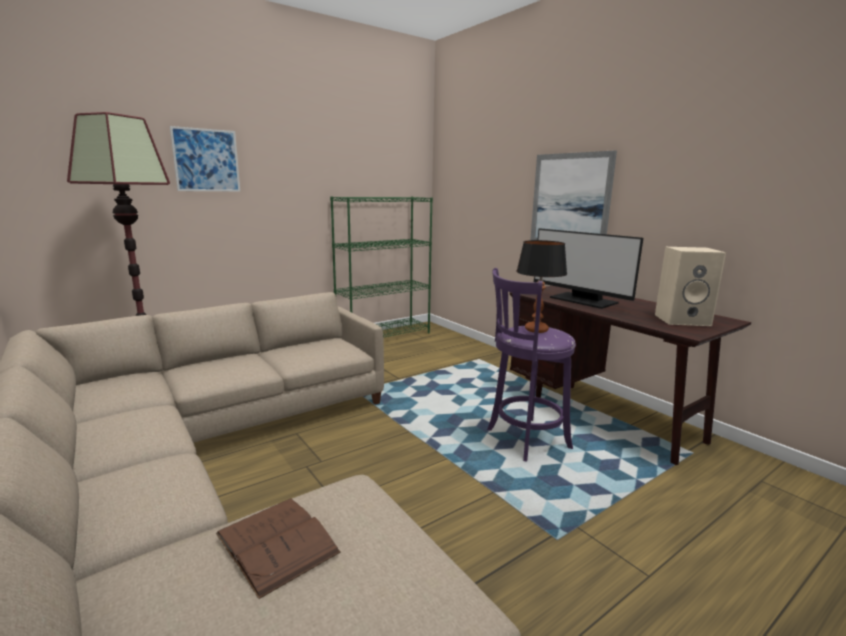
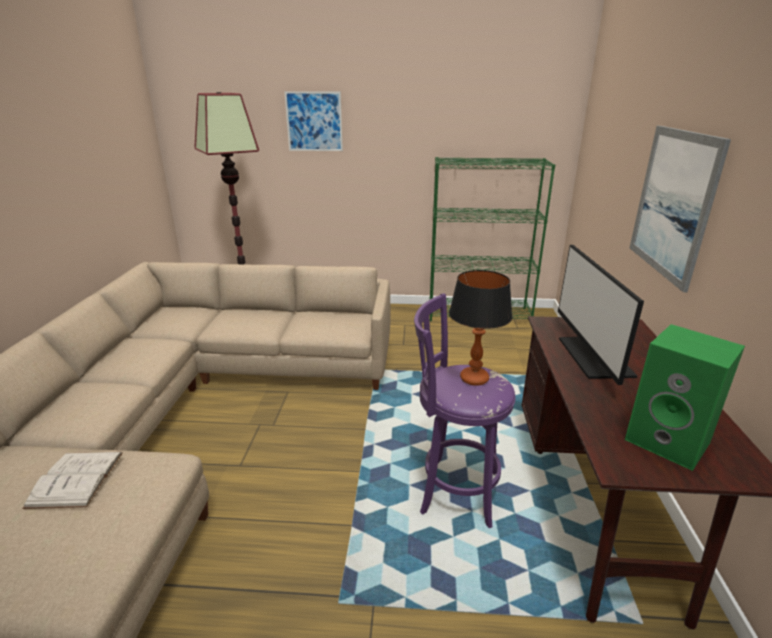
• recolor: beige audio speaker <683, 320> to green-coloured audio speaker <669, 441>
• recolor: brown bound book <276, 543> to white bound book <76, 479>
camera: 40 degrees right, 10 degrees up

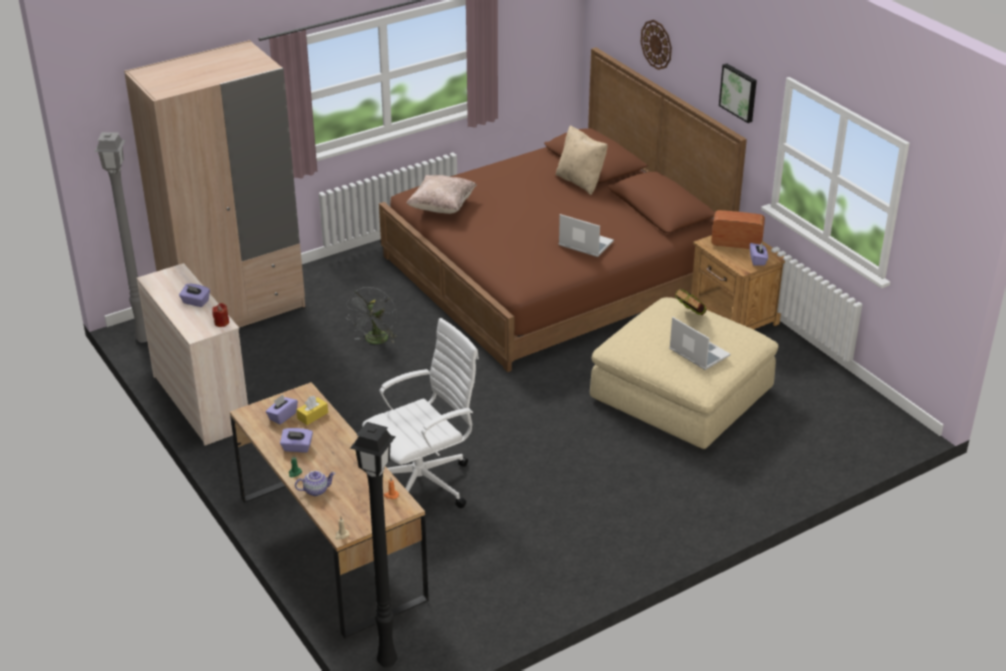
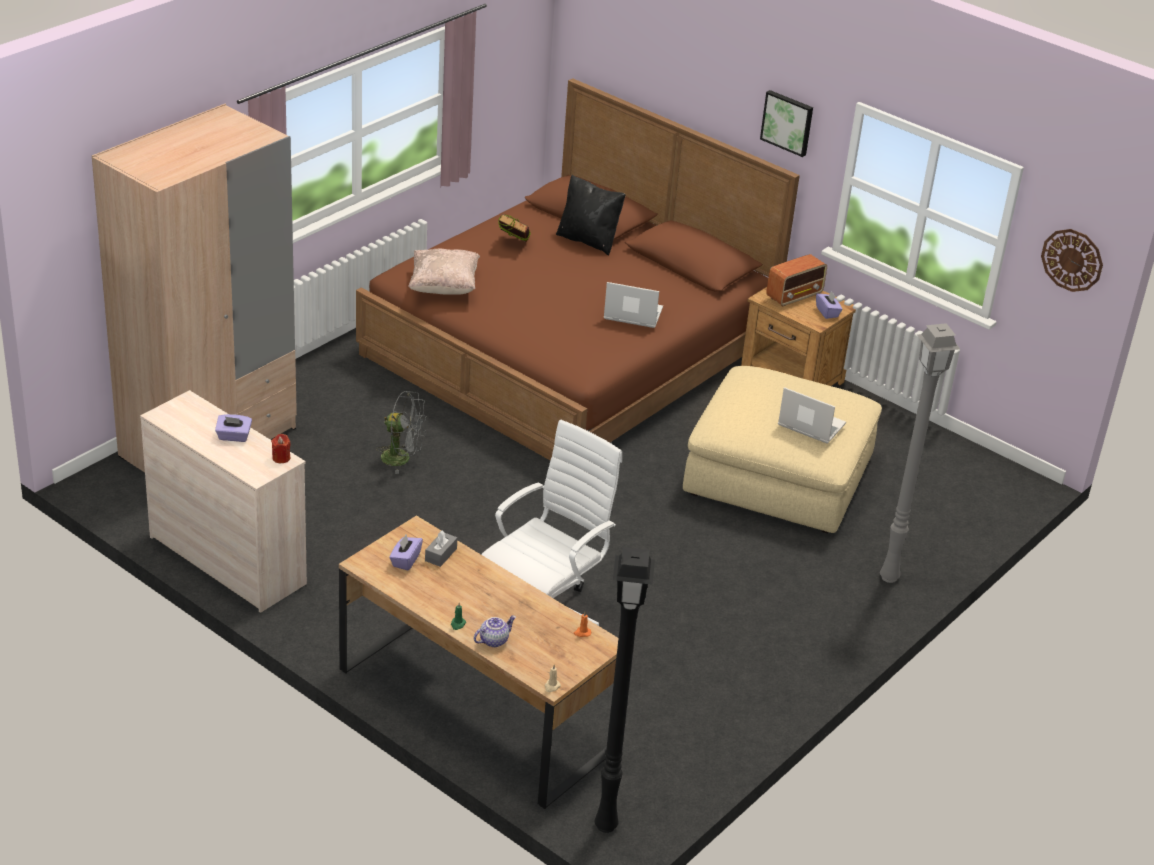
• move: hanging clock <656, 44> to <1072, 260>
• recolor: beige pillow <580, 182> to black pillow <588, 240>
• move: greyish standing lamp <144, 339> to <890, 578>
• rotate: radio <735, 244> = <794, 296> 150 degrees clockwise
• rotate: greyish cooling fan <375, 341> = <402, 459> 75 degrees counterclockwise
• move: bound book <689, 317> to <513, 245>
• recolor: yellow-coloured box of tissues <312, 416> to greyish box of tissues <441, 554>
• delete: purplish box of tissues <297, 448>
camera: 20 degrees left, 0 degrees up

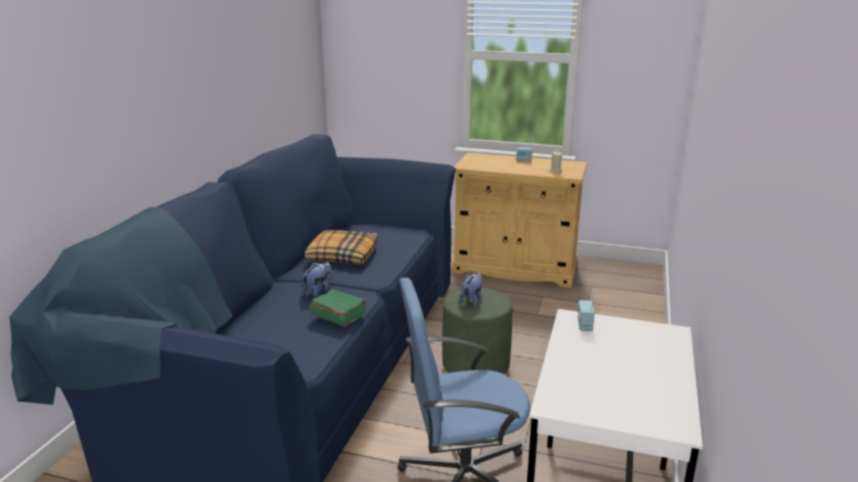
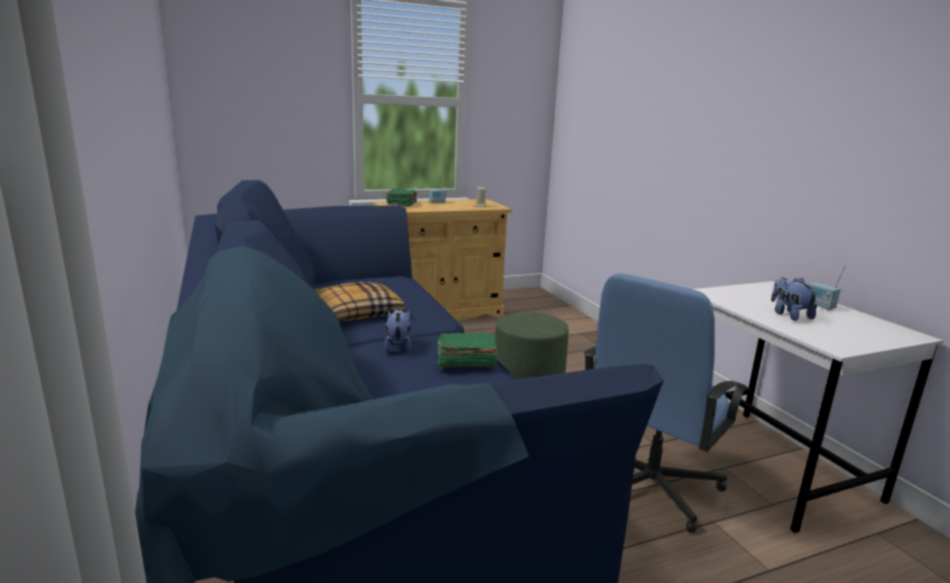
• move: cuddly toy <471, 301> to <789, 315>
• move: radio <583, 325> to <819, 306>
• insert: green-coloured bound book <402, 204>
camera: 40 degrees left, 5 degrees down

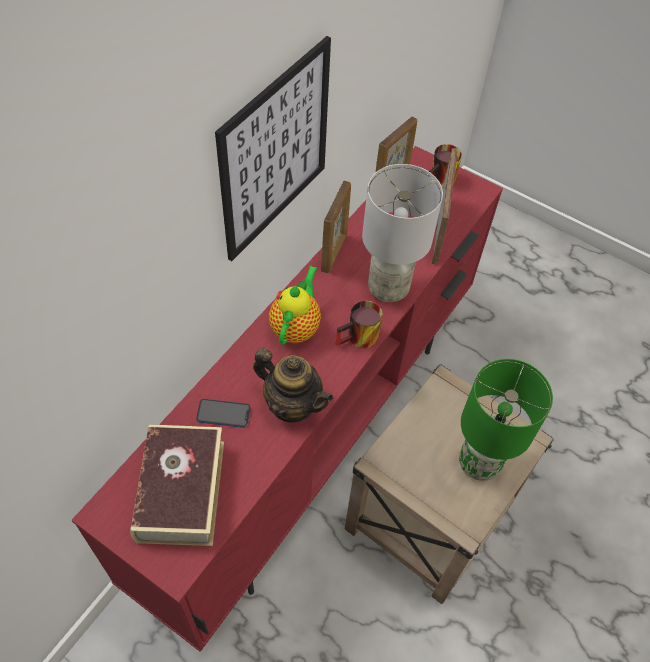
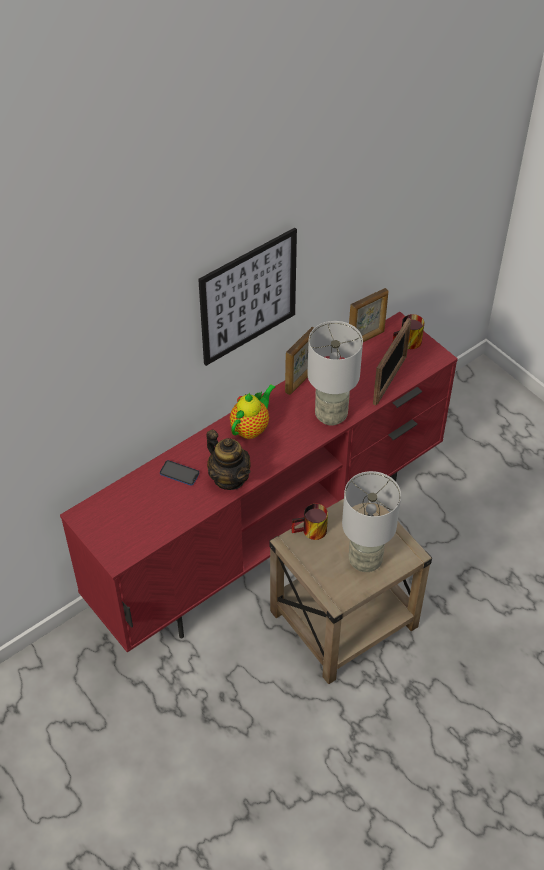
• move: coffee mug <359, 339> to <311, 532>
• recolor: green-coloured table lamp <479, 462> to greyish table lamp <365, 560>
• delete: bound book <181, 490>
camera: 20 degrees right, 5 degrees down

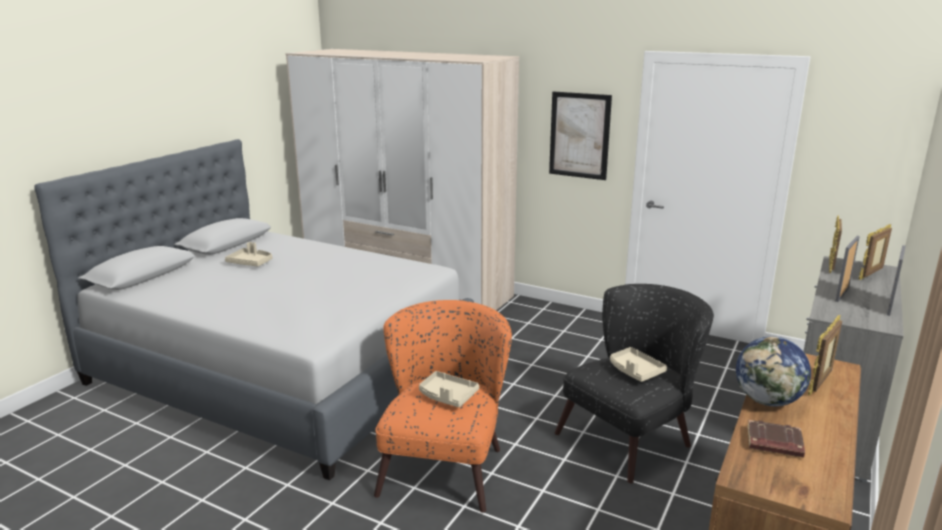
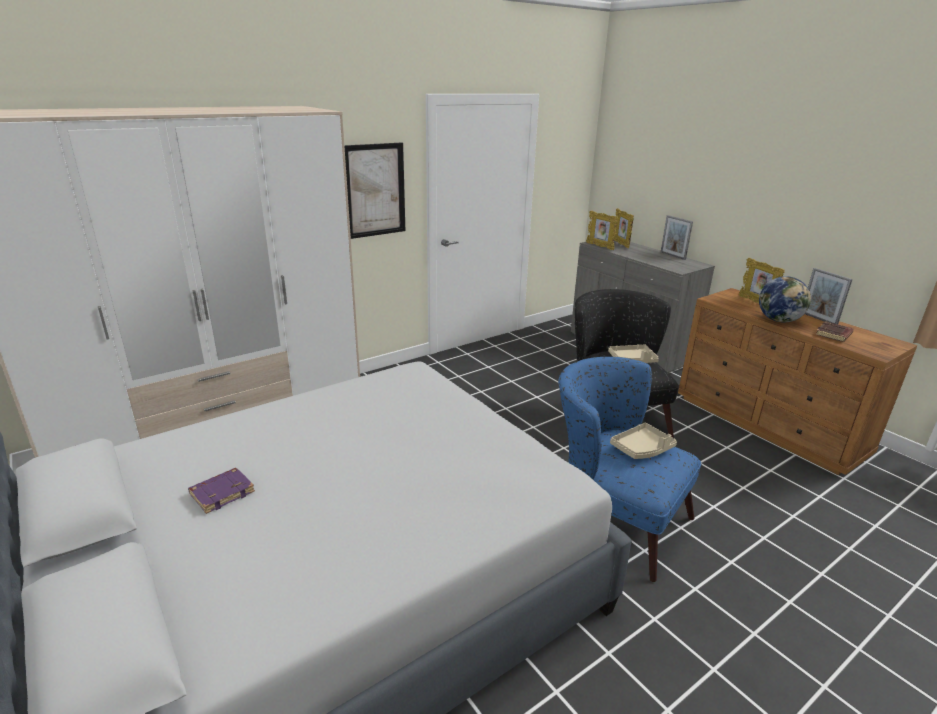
• move: photo frame <842, 294> to <818, 319>
• replace: beige carrying tray <250, 263> to purplish bound book <222, 493>
• recolor: orangey easy chair <446, 463> to blue-coloured easy chair <612, 519>
camera: 65 degrees left, 5 degrees up

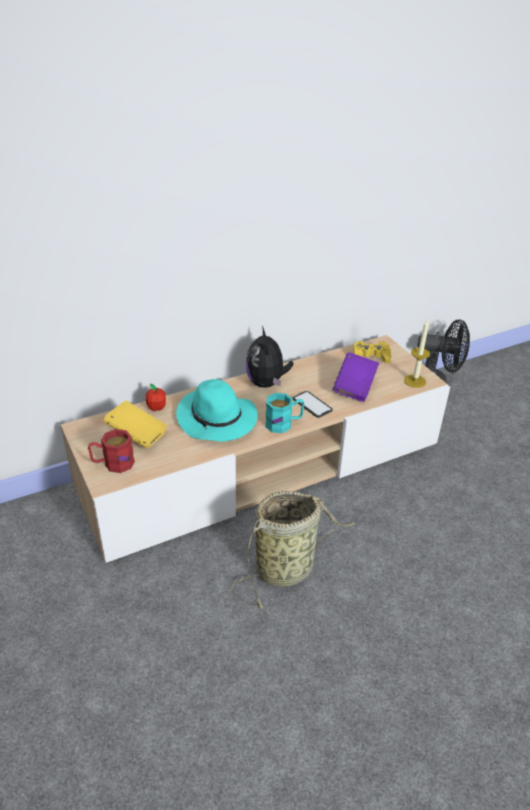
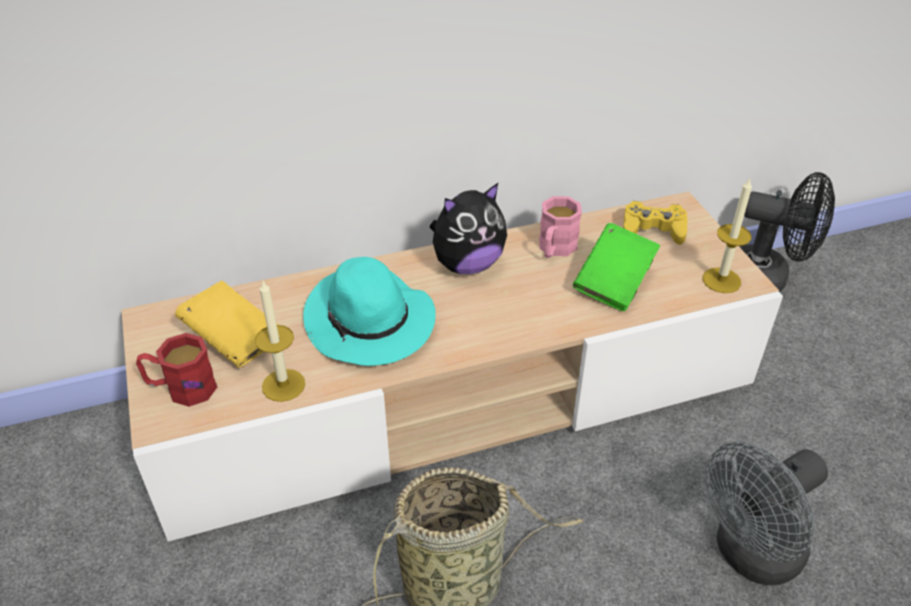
• rotate: cuddly toy <266, 383> = <467, 264> 120 degrees counterclockwise
• recolor: purplish bound book <354, 387> to green-coloured bound book <614, 283>
• delete: apple <156, 407>
• delete: handset <312, 405>
• delete: blue-green coffee mug <284, 424>
• insert: pink-coloured coffee mug <555, 249>
• insert: wax candle <283, 385>
• insert: greyish cooling fan <749, 555>
camera: 10 degrees right, 5 degrees up

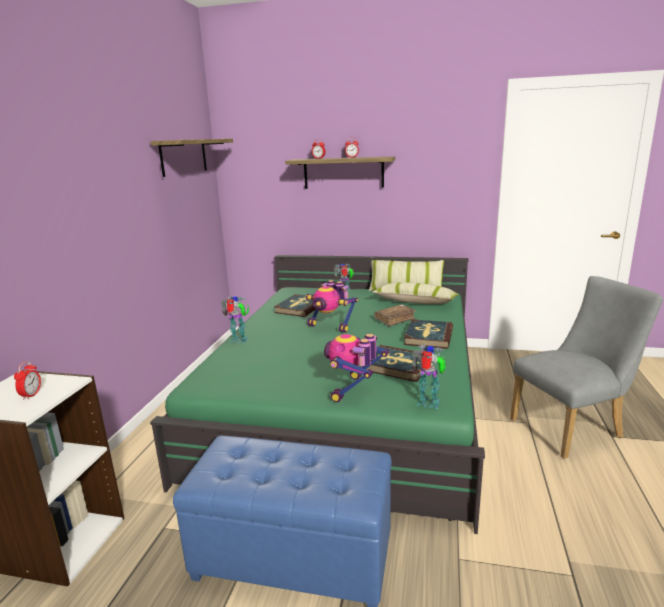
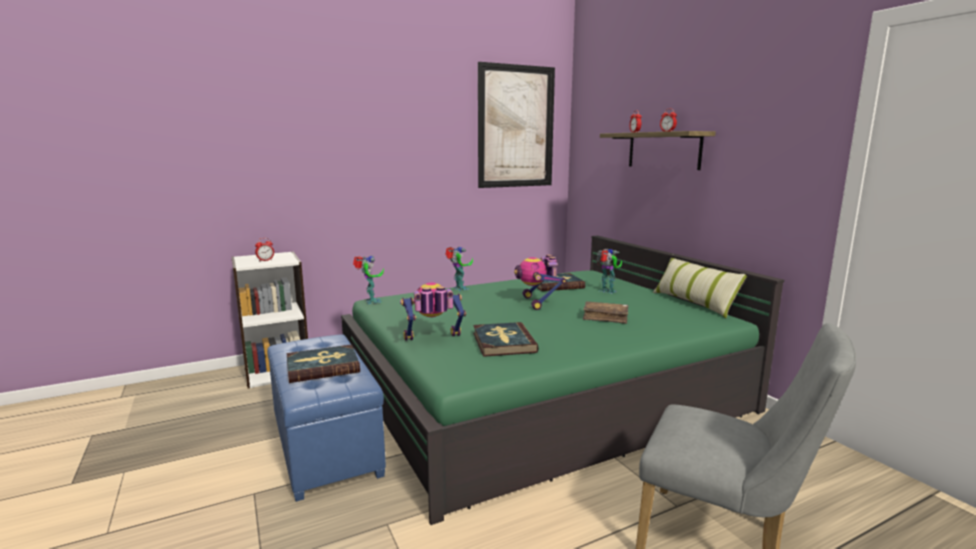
• replace: bracket shelf <184, 156> to wall picture <516, 127>
• delete: pillow <415, 302>
• move: bound book <428, 336> to <322, 367>
• move: toy robot <429, 404> to <371, 301>
camera: 50 degrees right, 5 degrees down

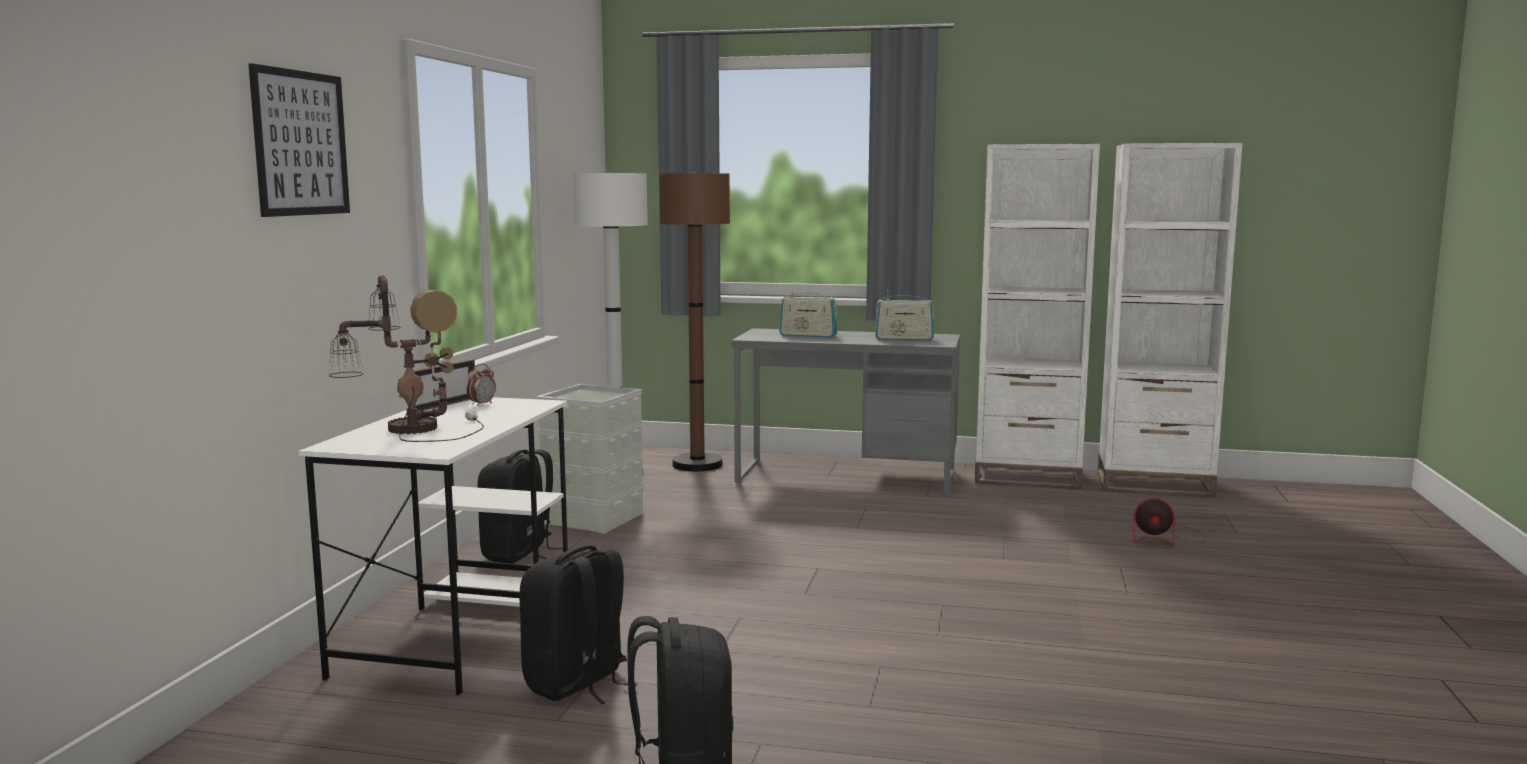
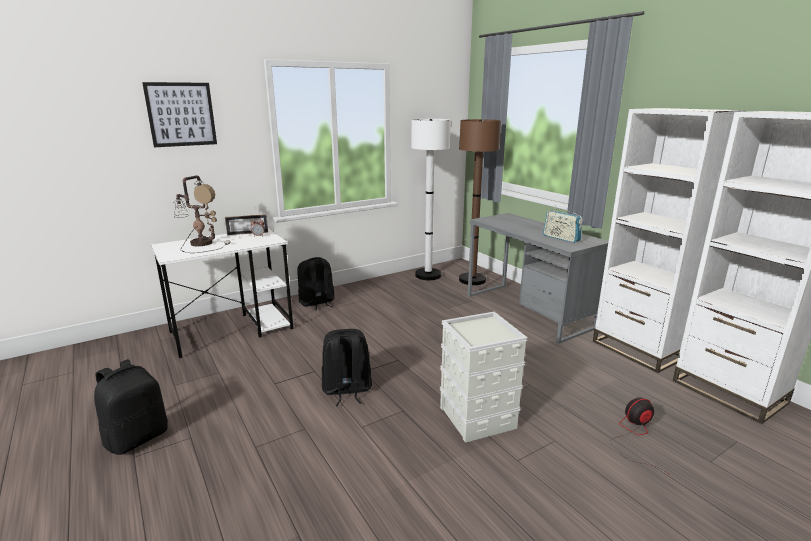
• delete: radio <808, 335>
• move: greyish storage container <595, 518> to <478, 418>
• rotate: cooling fan <1165, 538> = <635, 437> 105 degrees clockwise
• move: black backpack <577, 684> to <346, 390>
camera: 45 degrees right, 10 degrees up

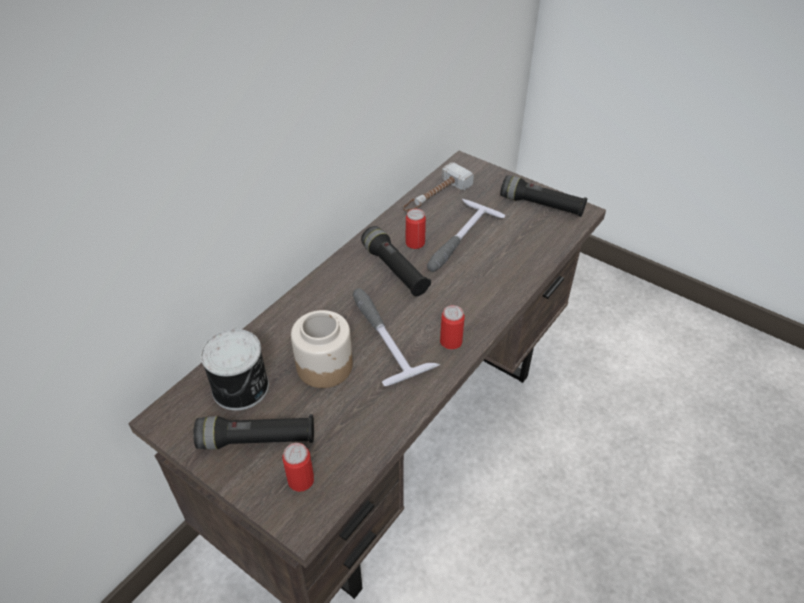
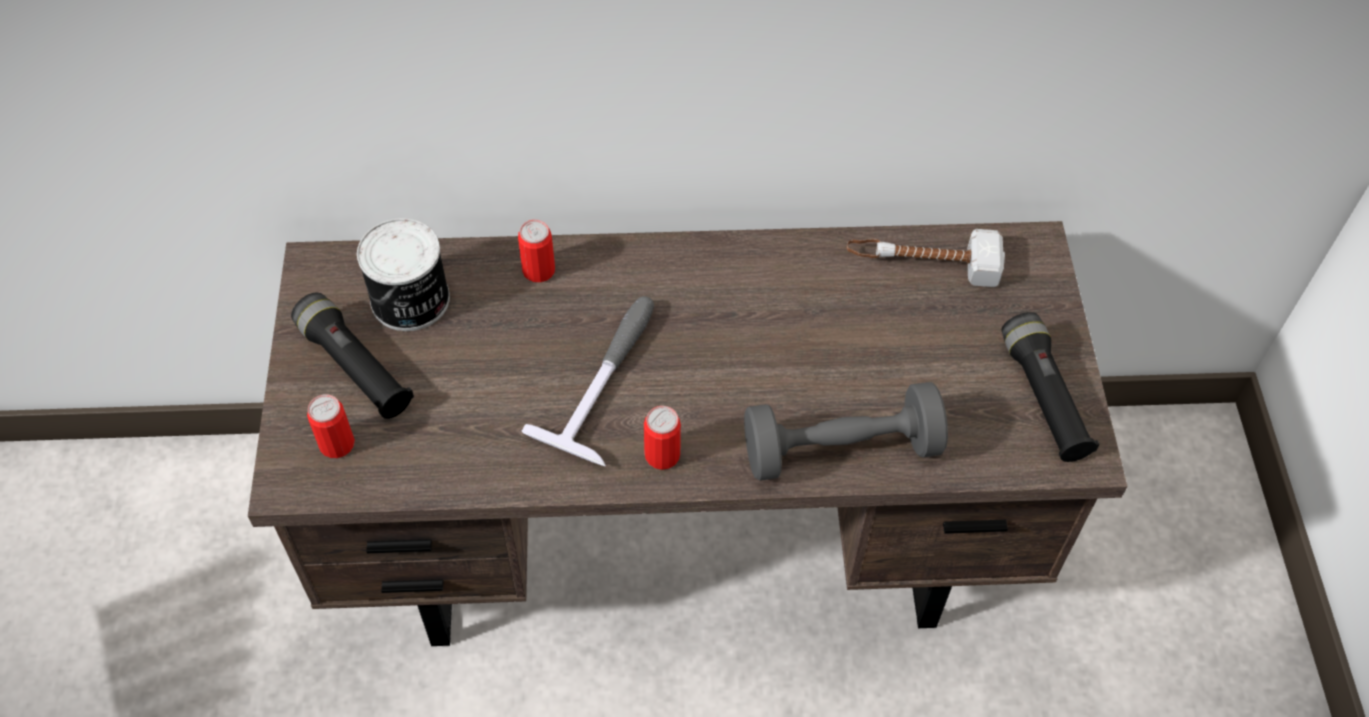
• delete: hammer <457, 241>
• move: metal can <415, 243> to <538, 270>
• delete: black torch <395, 270>
• delete: preserve jar <325, 365>
• insert: greyish dumbbell <841, 450>
camera: 50 degrees right, 10 degrees up

